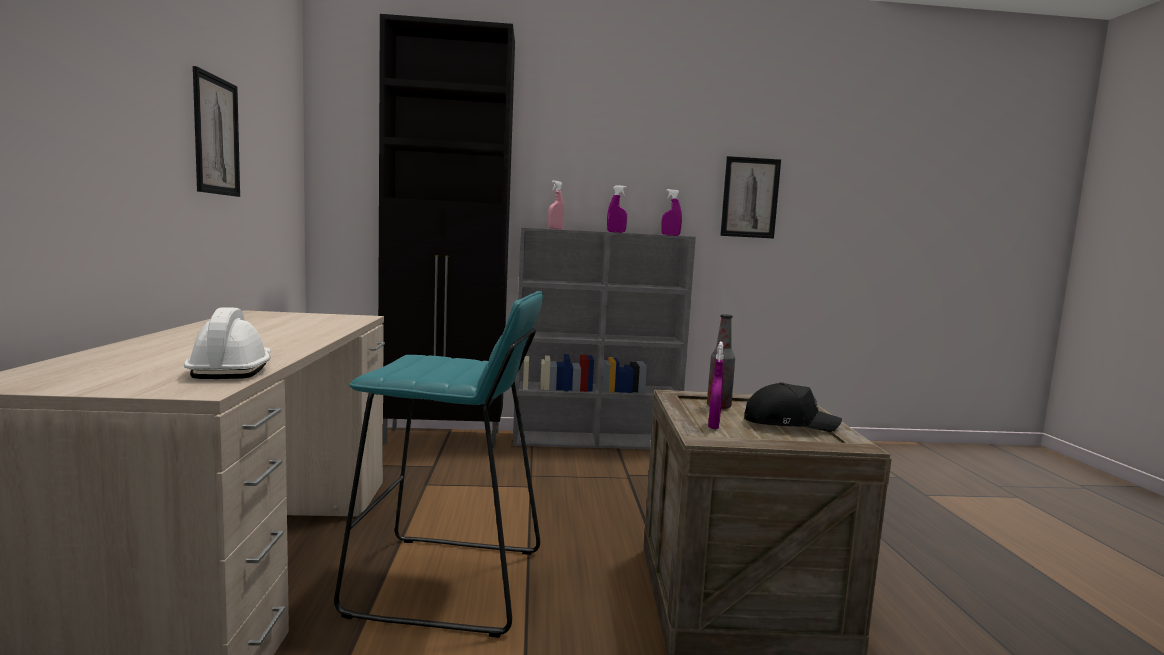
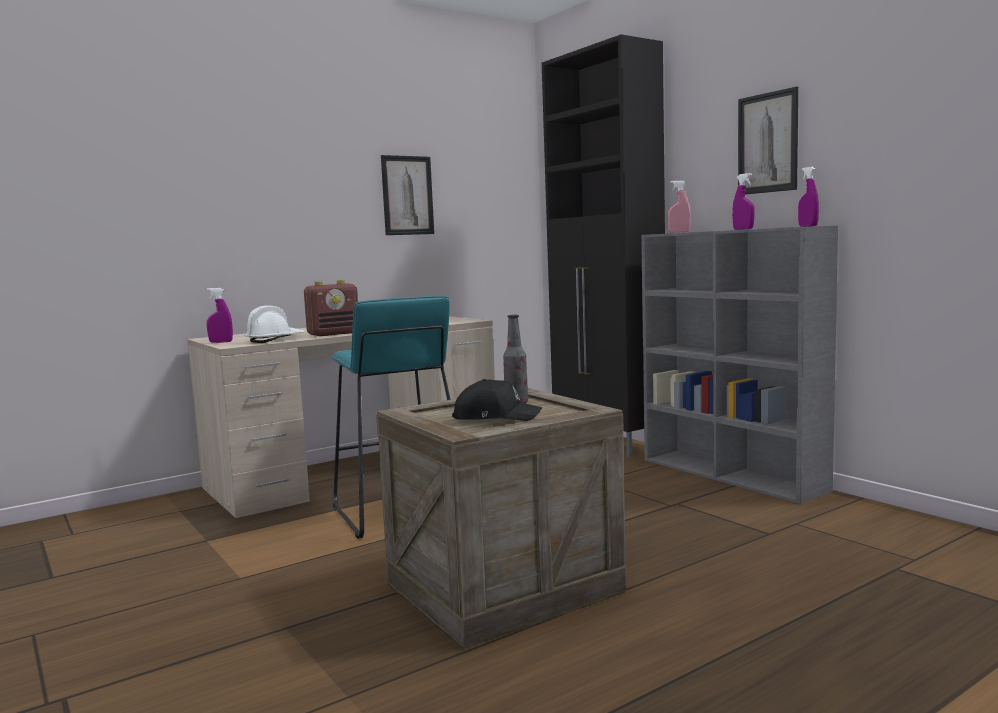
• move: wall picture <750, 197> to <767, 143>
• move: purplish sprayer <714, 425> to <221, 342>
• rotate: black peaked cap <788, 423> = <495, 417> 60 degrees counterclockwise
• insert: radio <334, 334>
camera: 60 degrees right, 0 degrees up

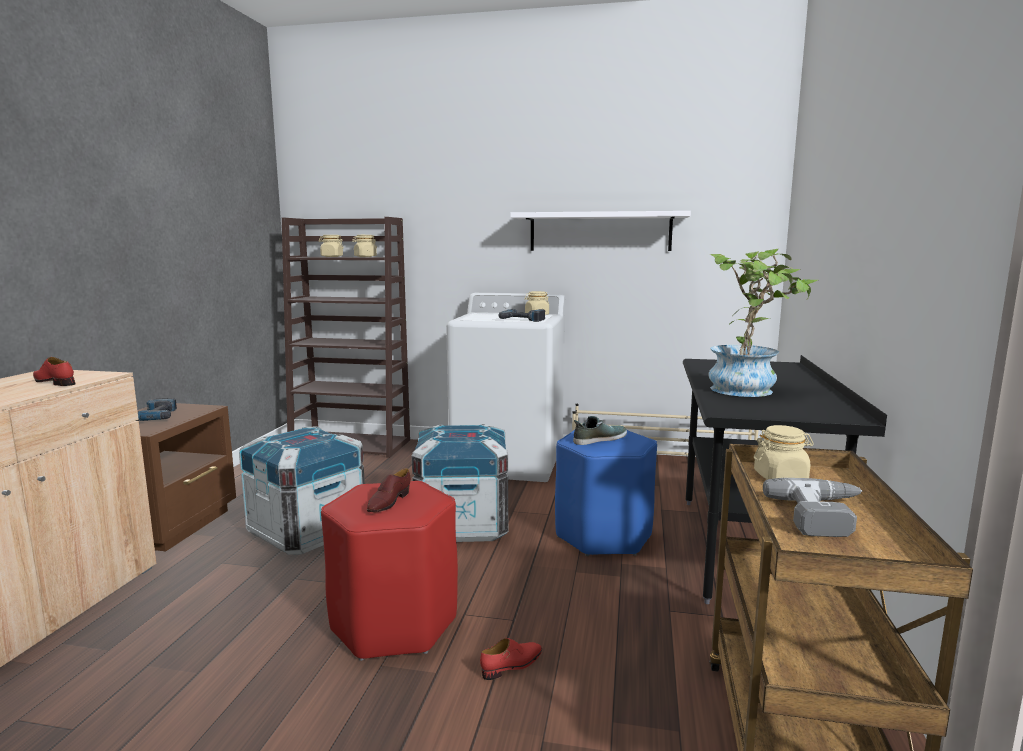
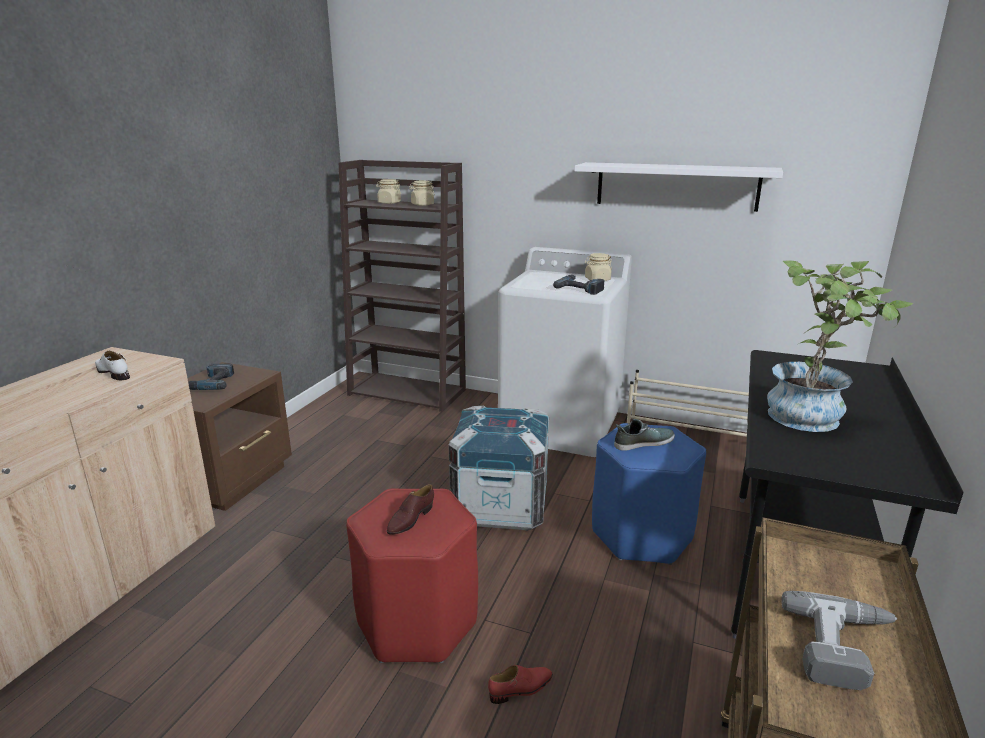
• recolor: red item of footwear <55, 382> to white item of footwear <113, 373>
• delete: beige preserve jar <780, 477>
• delete: crate <307, 531>
camera: 10 degrees right, 10 degrees up

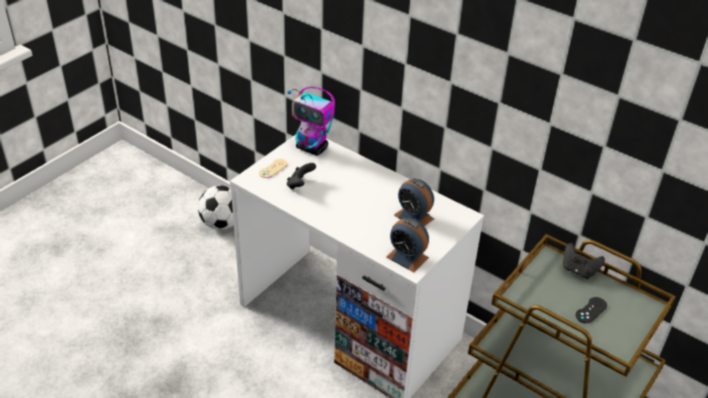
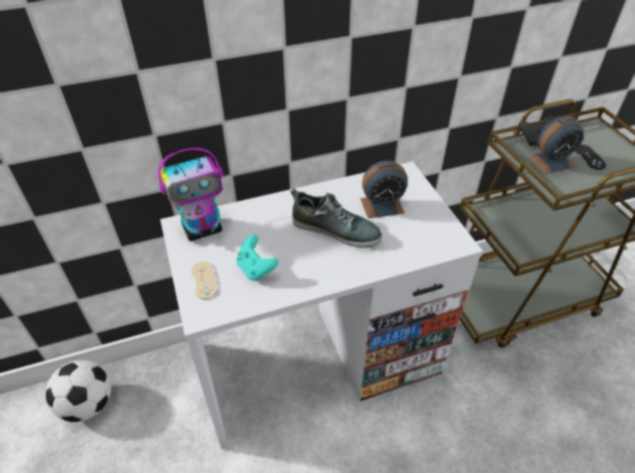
• recolor: black joypad <300, 185> to blue-green joypad <256, 269>
• move: table clock <407, 257> to <551, 162>
• insert: item of footwear <336, 229>
camera: 55 degrees left, 5 degrees up

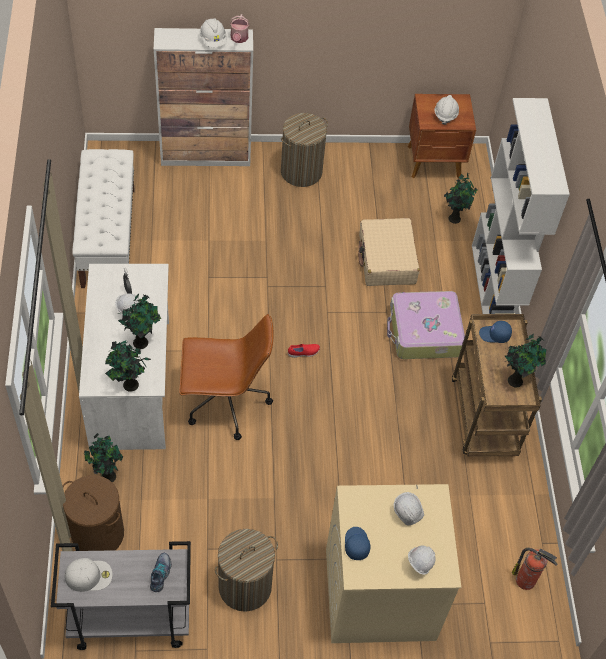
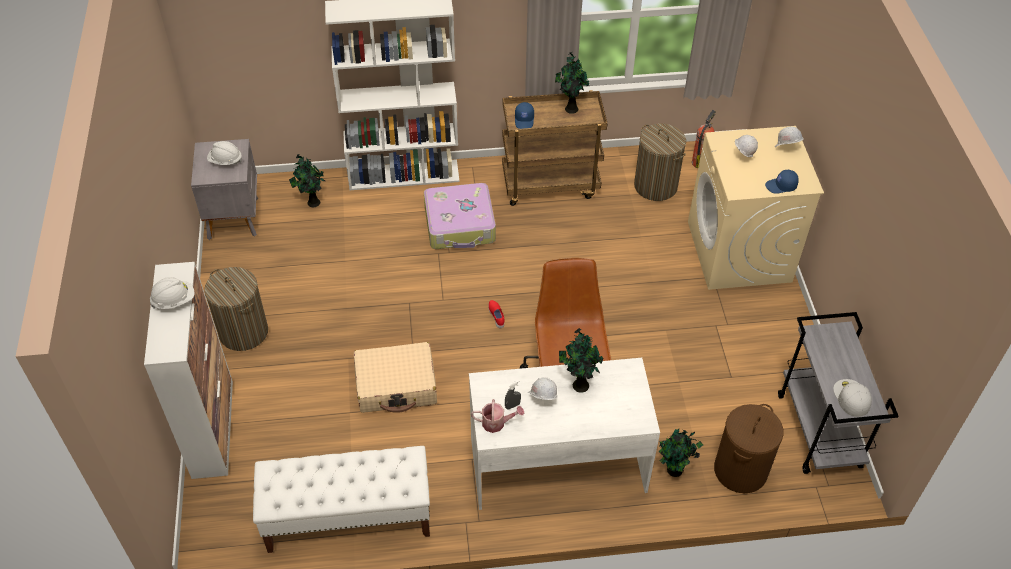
• move: watering can <239, 39> to <497, 423>
• recolor: brown bedside table <435, 162> to greyish bedside table <234, 217>
• move: beige travel case <386, 259> to <396, 385>
• delete: potted plant <129, 385>
• move: laundry basket <245, 586> to <656, 186>
• delete: item of footwear <161, 574>
camera: 90 degrees left, 5 degrees down

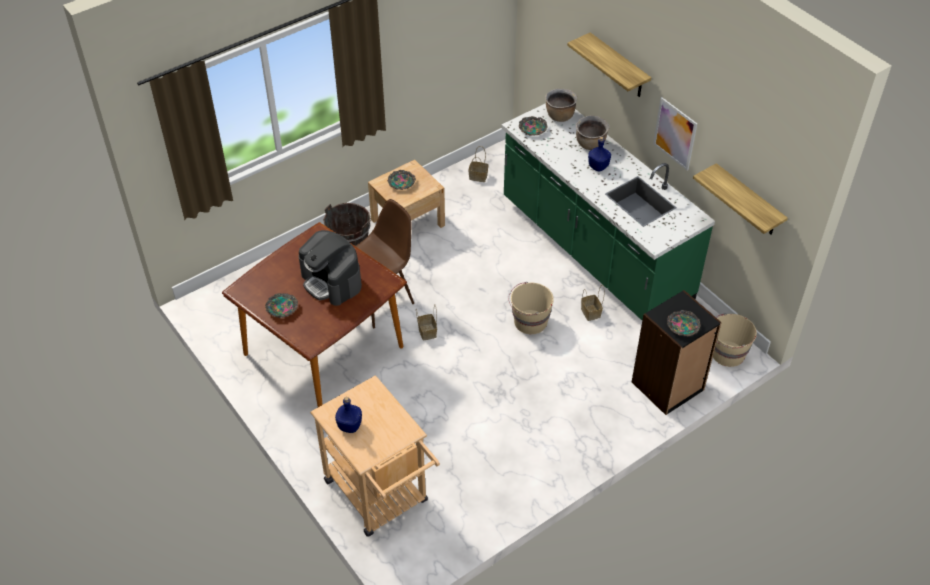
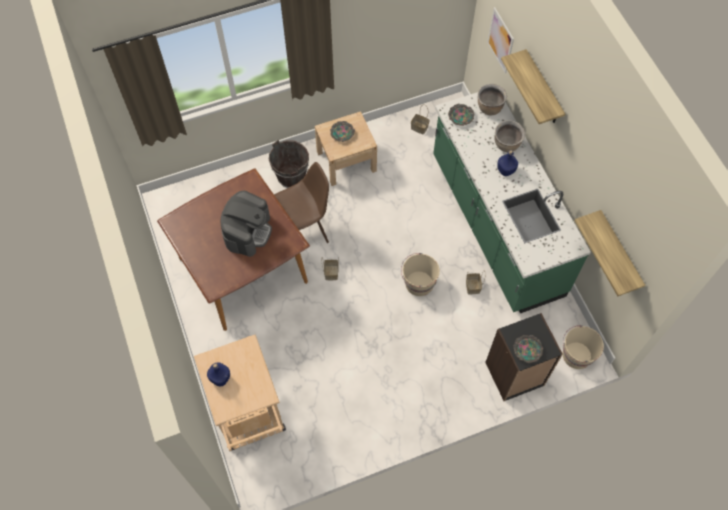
• move: wall picture <675, 133> to <500, 40>
• rotate: coffee maker <332, 281> = <248, 231> 135 degrees counterclockwise
• delete: serving bowl <282, 308>
camera: 15 degrees right, 15 degrees up

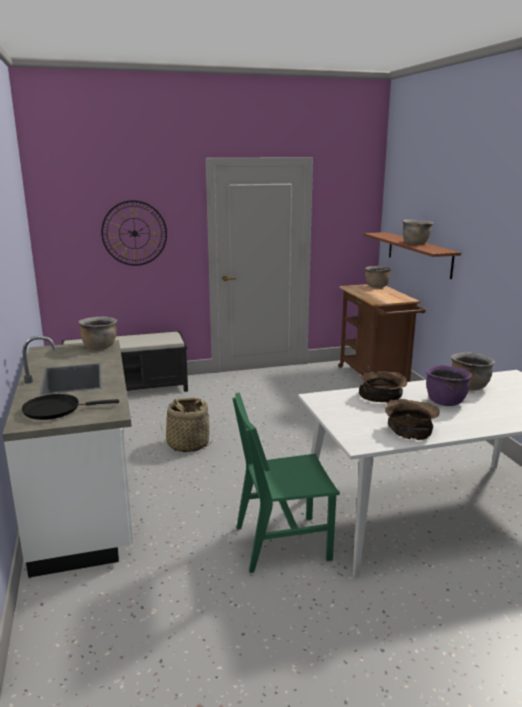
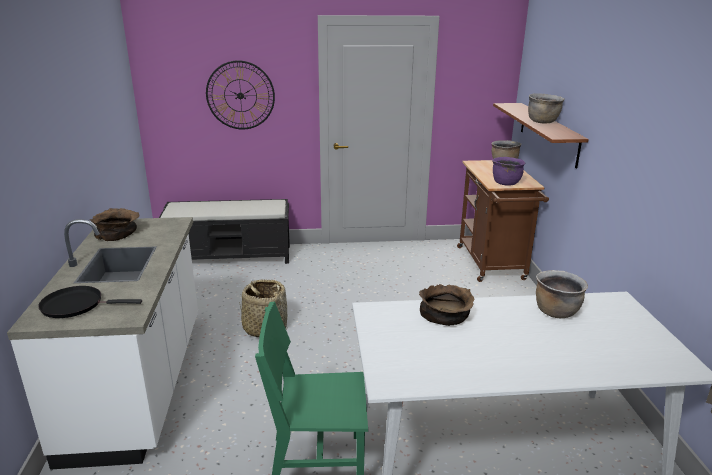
• delete: brown cooking pot <99, 347>
• move: purplish cooking pot <445, 401> to <506, 183>
• move: brown serving bowl <410, 429> to <118, 233>
camera: 10 degrees right, 5 degrees up

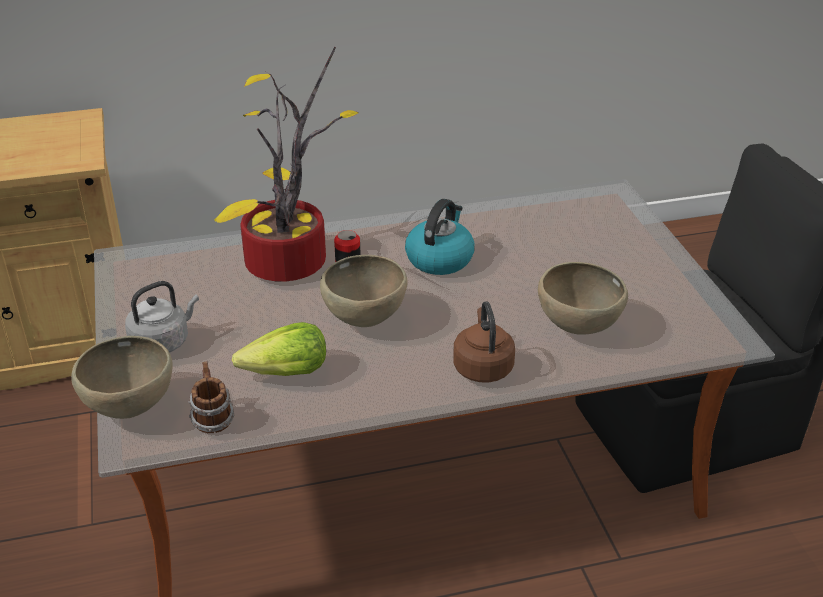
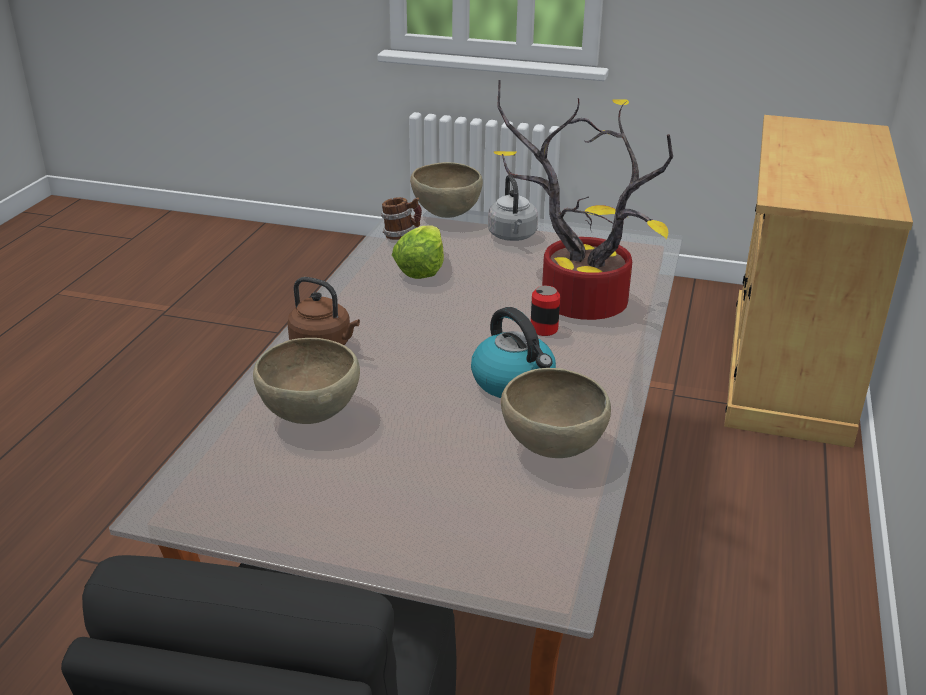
• move: brown serving bowl <365, 320> to <552, 450>
camera: 120 degrees right, 5 degrees down

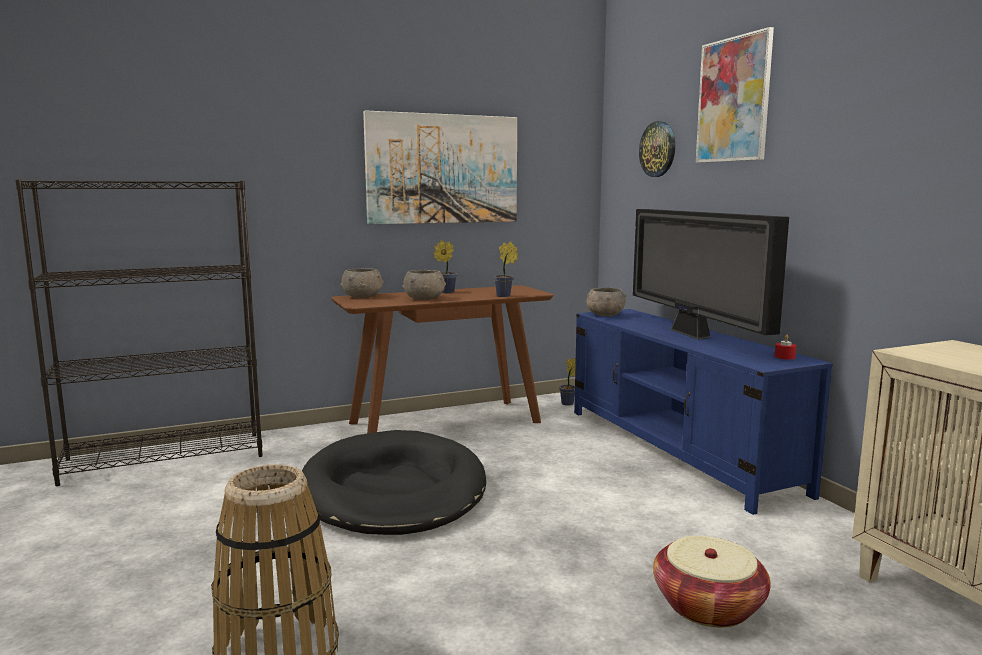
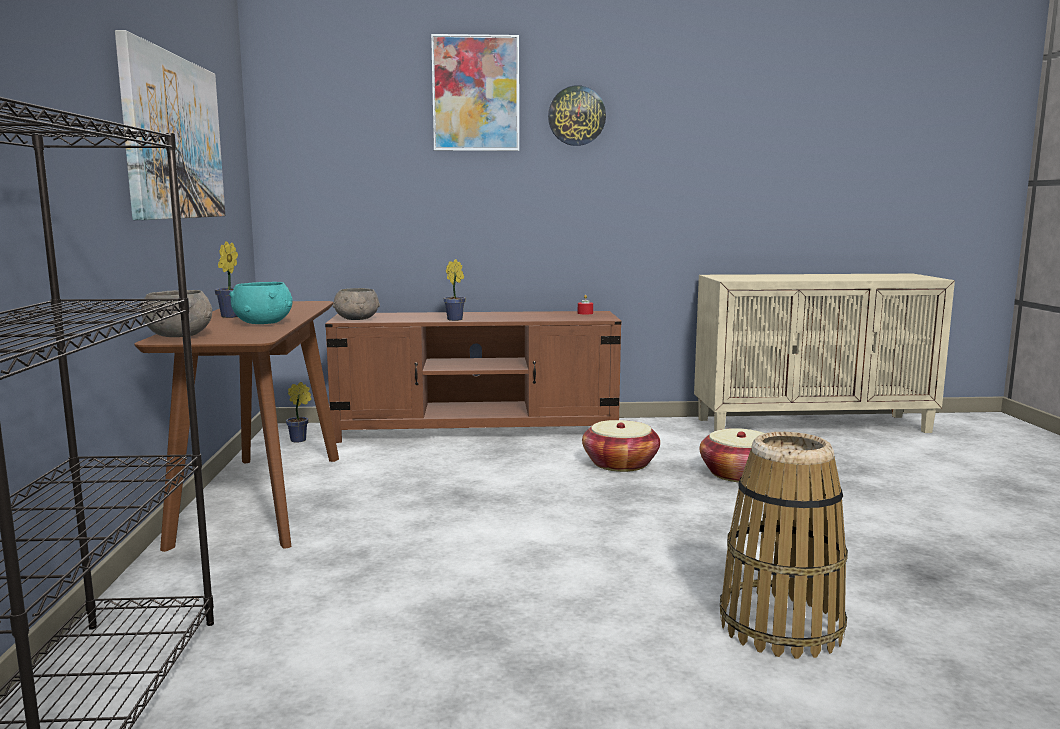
• move: hanging clock <658, 149> to <576, 116>
• delete: TV <692, 334>
• move: potted plant <505, 296> to <456, 319>
• recolor: greyish serving bowl <425, 299> to blue-green serving bowl <263, 323>
• recolor: blue-coloured media console <677, 449> to brown media console <477, 430>
• delete: black pet bed <394, 490>
• insert: basket <620, 464>
camera: 70 degrees left, 0 degrees up

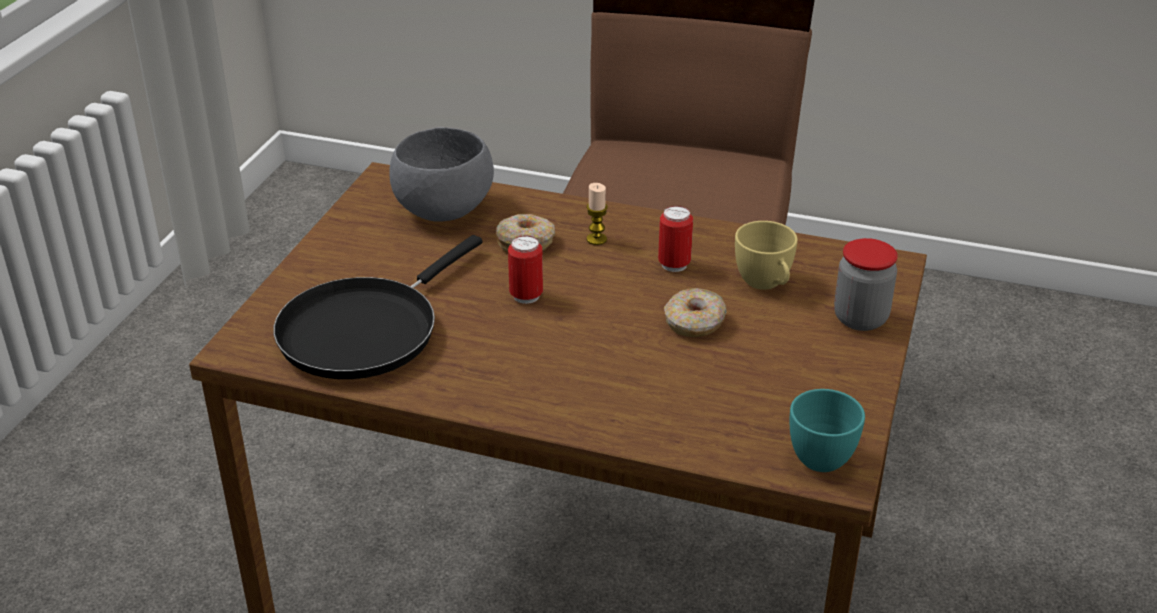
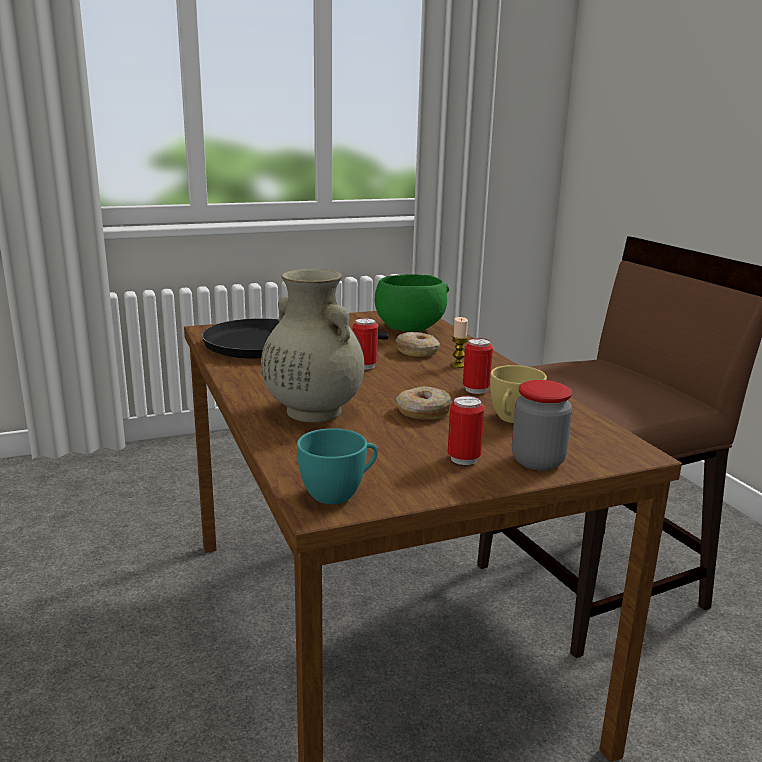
• recolor: greyish serving bowl <442, 211> to green-coloured serving bowl <408, 329>
• insert: beige decorative vase <312, 411>
• insert: metal can <463, 459>
camera: 50 degrees right, 15 degrees down

